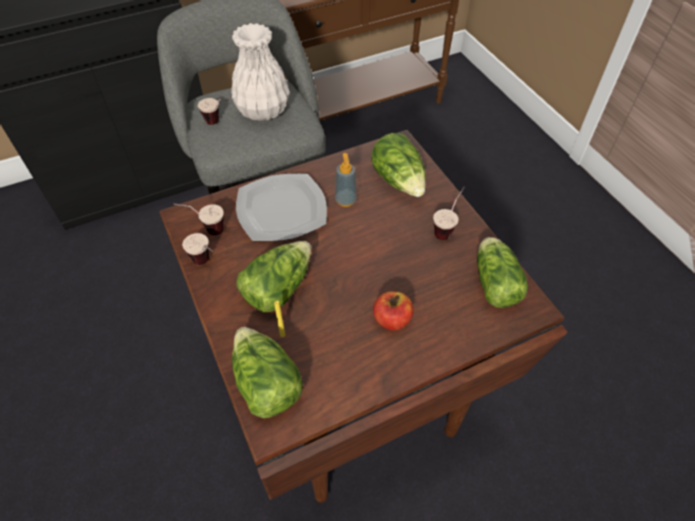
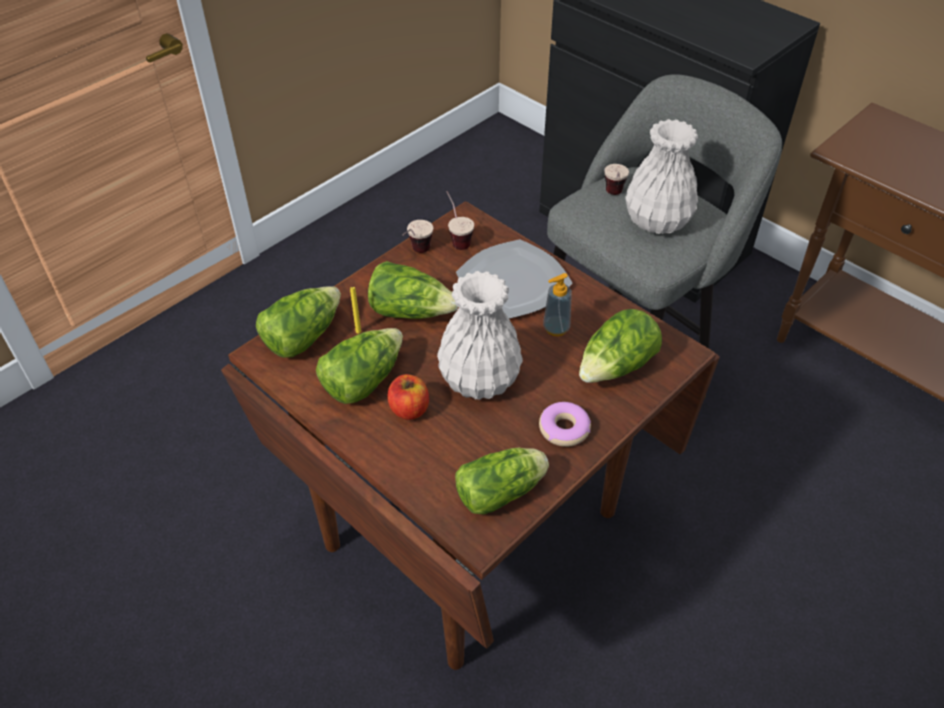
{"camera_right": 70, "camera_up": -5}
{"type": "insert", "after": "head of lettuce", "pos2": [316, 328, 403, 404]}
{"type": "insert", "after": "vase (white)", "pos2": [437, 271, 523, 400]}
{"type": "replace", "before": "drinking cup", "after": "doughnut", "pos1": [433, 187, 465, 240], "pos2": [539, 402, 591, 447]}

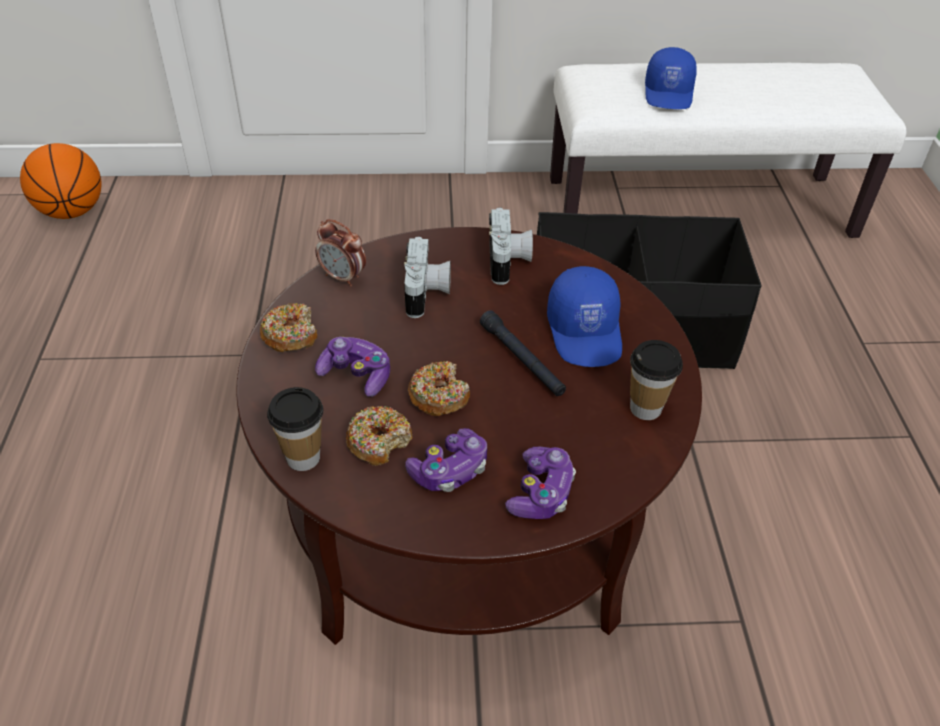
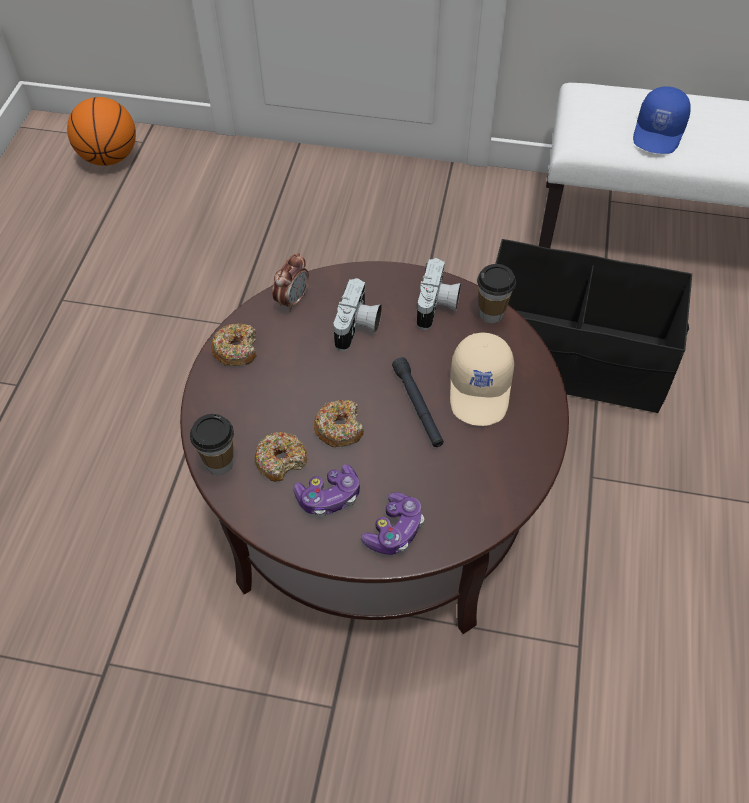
{"camera_right": 15, "camera_up": 10}
{"type": "rotate", "before": "bedside clock", "pos1": [315, 219, 366, 287], "pos2": [272, 253, 309, 312], "turn": -105}
{"type": "recolor", "before": "peaked cap (blue-coloured)", "after": "peaked cap (sand-coloured)", "pos1": [547, 266, 622, 367], "pos2": [450, 333, 514, 426]}
{"type": "move", "before": "drinking cup", "pos1": [630, 340, 683, 420], "pos2": [477, 264, 516, 323]}
{"type": "delete", "before": "gamepad", "pos1": [315, 337, 390, 397]}

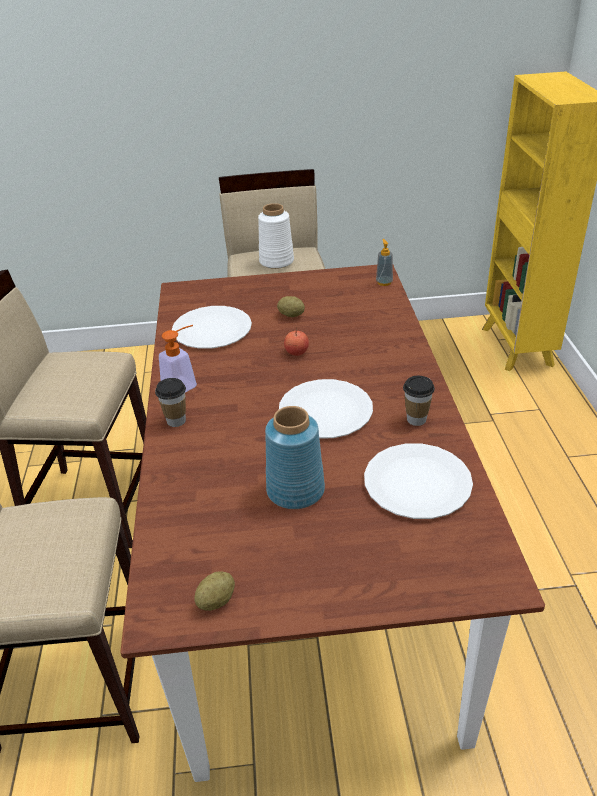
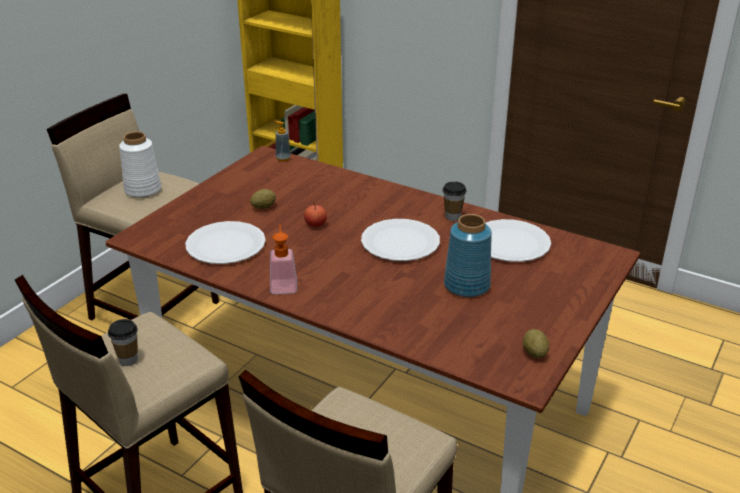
{"camera_right": -55, "camera_up": -5}
{"type": "move", "before": "drinking cup", "pos1": [155, 378, 186, 427], "pos2": [108, 319, 138, 366]}

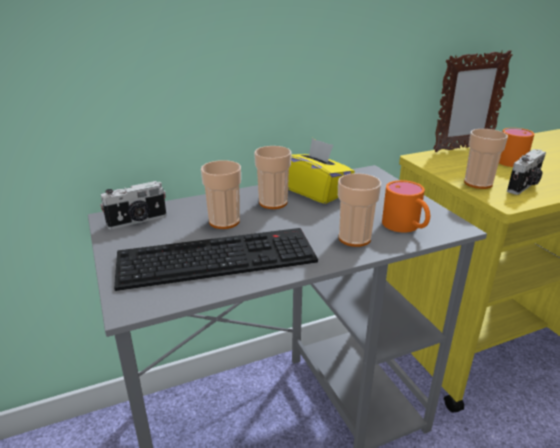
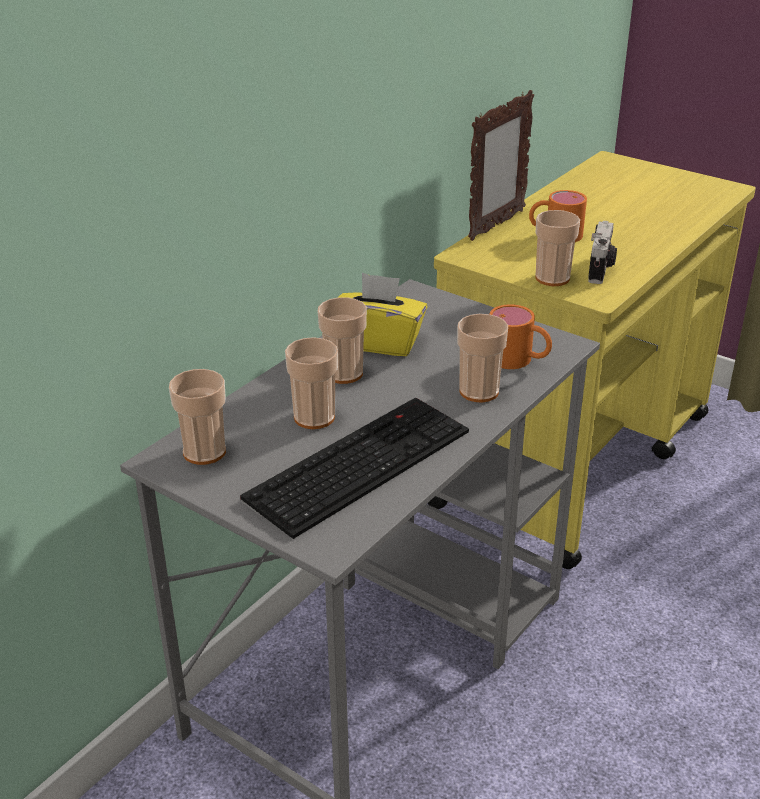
{"camera_right": -30, "camera_up": 5}
{"type": "replace", "before": "still camera", "after": "drinking cup", "pos1": [100, 181, 167, 229], "pos2": [169, 369, 226, 465]}

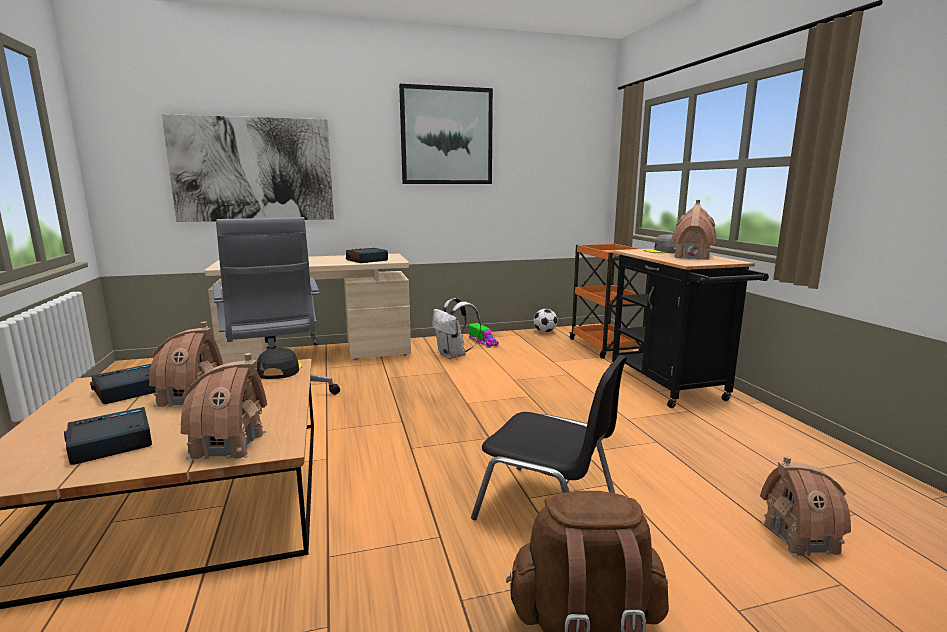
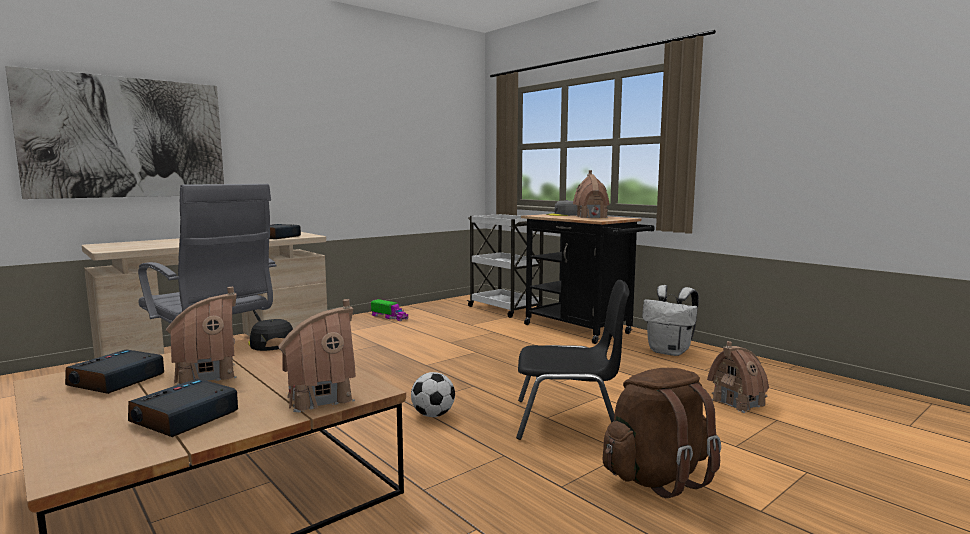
{"camera_right": -25, "camera_up": -5}
{"type": "move", "before": "football ball", "pos1": [534, 309, 558, 333], "pos2": [411, 372, 455, 417]}
{"type": "recolor", "before": "wheeled cart (orange)", "after": "wheeled cart (white)", "pos1": [569, 243, 650, 359], "pos2": [467, 214, 544, 318]}
{"type": "move", "before": "backpack (white)", "pos1": [432, 298, 481, 359], "pos2": [642, 285, 699, 356]}
{"type": "delete", "before": "wall art", "pos1": [399, 84, 493, 184]}

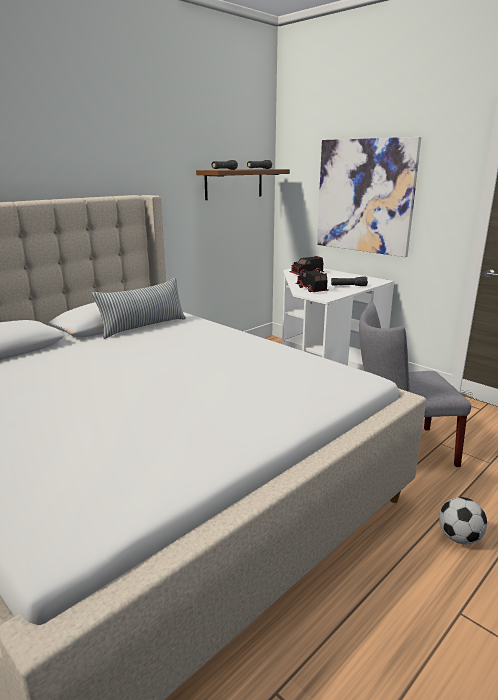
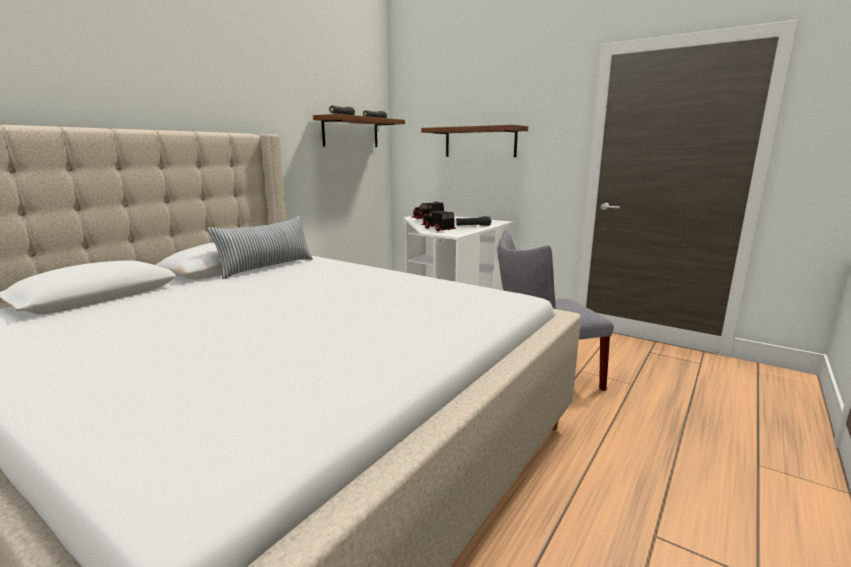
{"camera_right": -10, "camera_up": -5}
{"type": "replace", "before": "wall art", "after": "bracket shelf (brownish)", "pos1": [317, 137, 421, 257], "pos2": [421, 125, 528, 157]}
{"type": "delete", "before": "football ball", "pos1": [439, 497, 487, 544]}

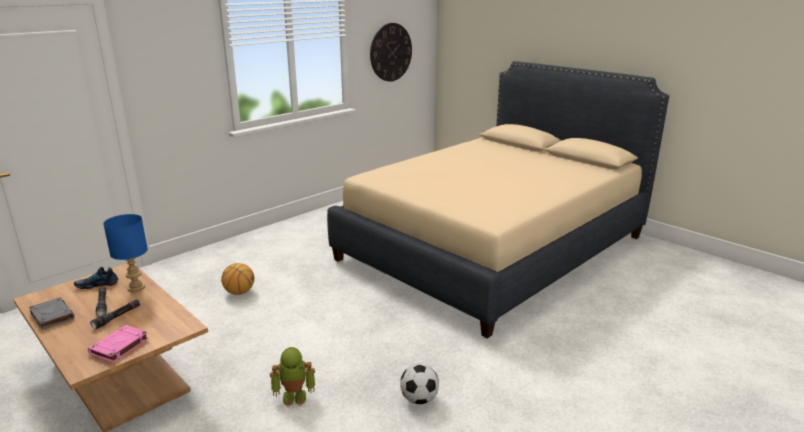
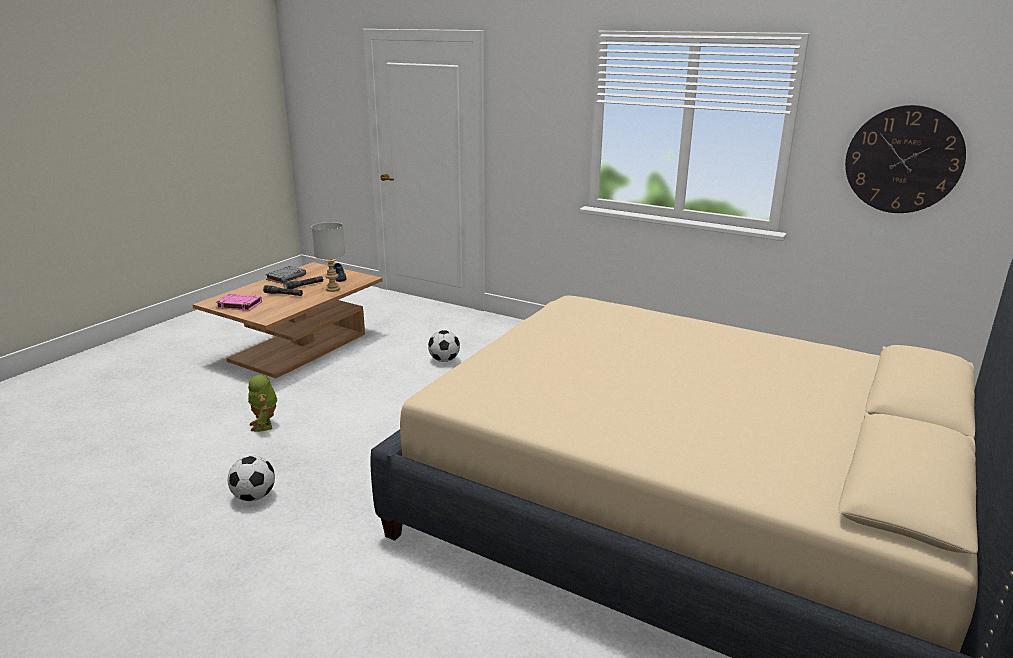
{"camera_right": 75, "camera_up": 0}
{"type": "recolor", "before": "lamp for a table (blue-coloured)", "after": "lamp for a table (greyish)", "pos1": [103, 214, 148, 292], "pos2": [312, 222, 345, 292]}
{"type": "replace", "before": "basketball ball", "after": "football ball", "pos1": [221, 263, 254, 295], "pos2": [428, 330, 460, 362]}

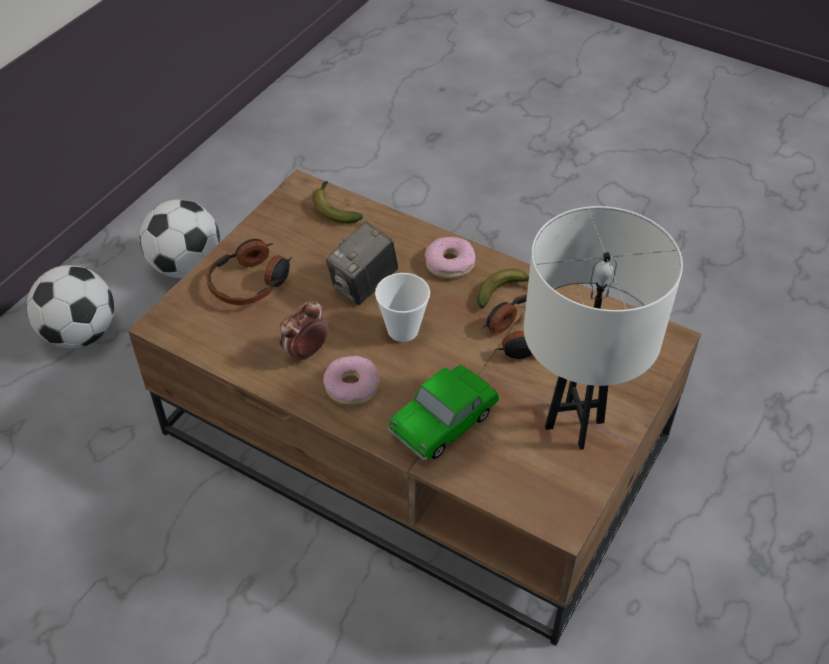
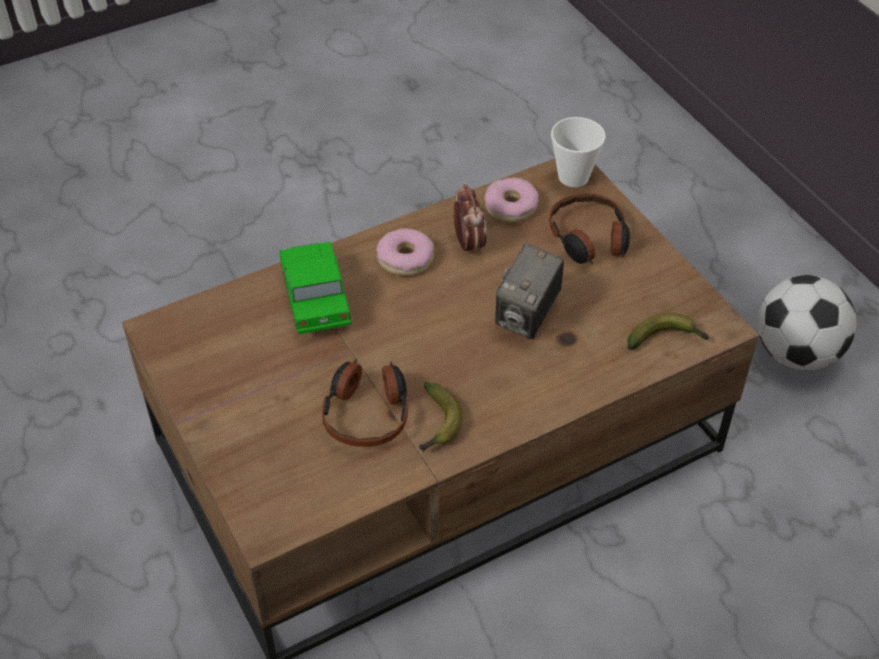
{"camera_right": 120, "camera_up": 0}
{"type": "move", "before": "doughnut", "pos1": [425, 237, 476, 279], "pos2": [484, 177, 539, 222]}
{"type": "rotate", "before": "still camera", "pos1": [326, 221, 398, 305], "pos2": [495, 243, 564, 339], "turn": -135}
{"type": "move", "before": "drinking cup", "pos1": [375, 273, 430, 342], "pos2": [551, 117, 606, 187]}
{"type": "delete", "before": "football ball", "pos1": [26, 265, 114, 348]}
{"type": "delete", "before": "lamp for a table (white)", "pos1": [524, 206, 683, 450]}

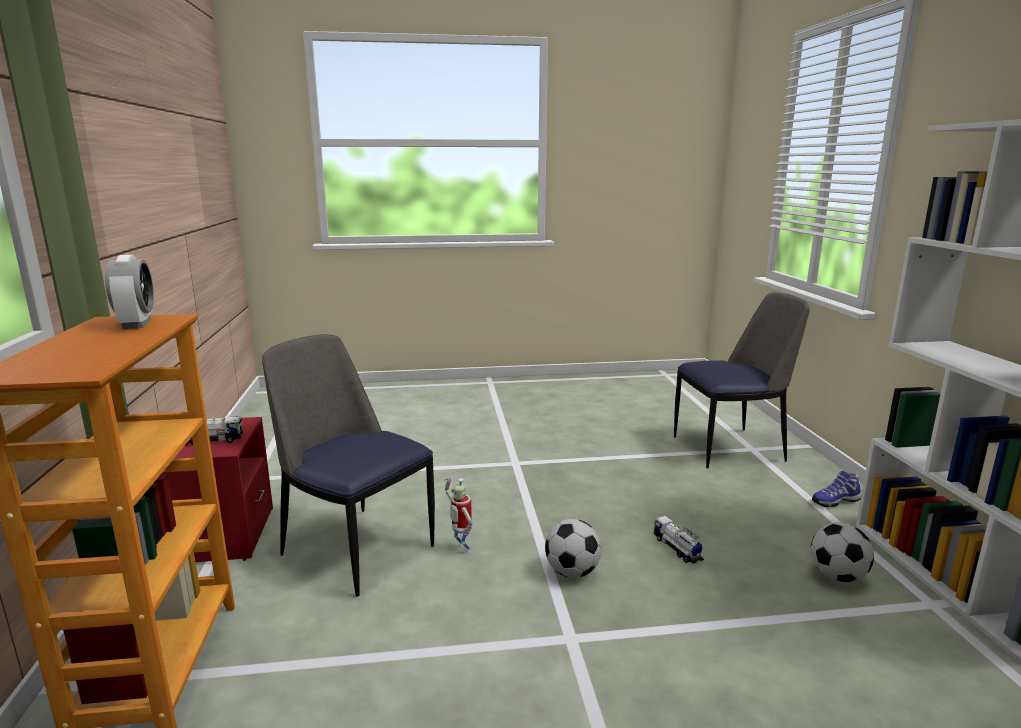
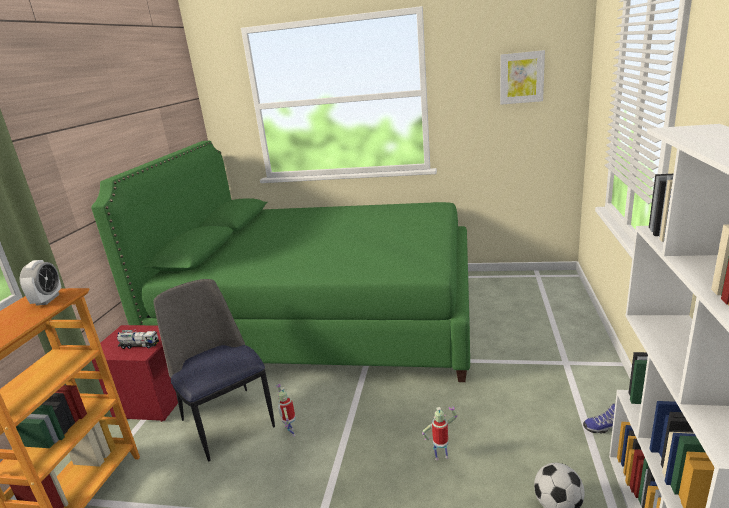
{"camera_right": 20, "camera_up": 5}
{"type": "insert", "after": "bedroom bed (green)", "pos2": [91, 141, 470, 382]}
{"type": "replace", "before": "toy lorry", "after": "robot figure", "pos1": [654, 516, 704, 563], "pos2": [422, 406, 457, 461]}
{"type": "insert", "after": "wall art", "pos2": [500, 50, 545, 105]}
{"type": "delete", "before": "football ball", "pos1": [545, 519, 601, 578]}
{"type": "delete", "before": "chair", "pos1": [674, 292, 809, 469]}

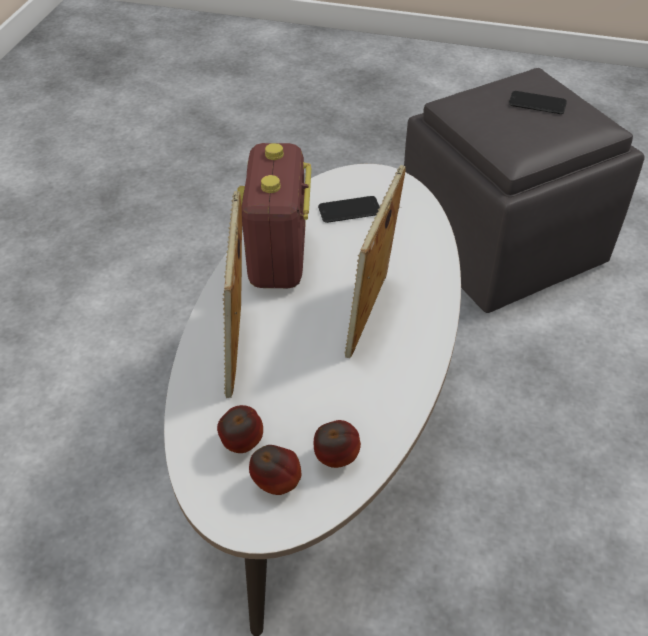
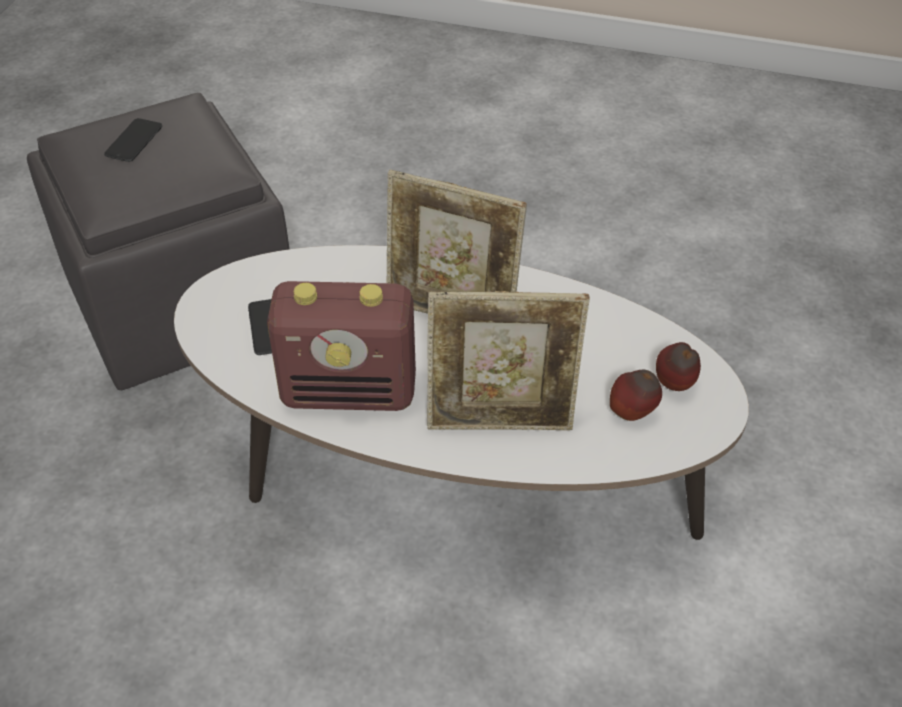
{"camera_right": -90, "camera_up": 0}
{"type": "delete", "before": "apple fruit", "pos1": [314, 420, 361, 468]}

